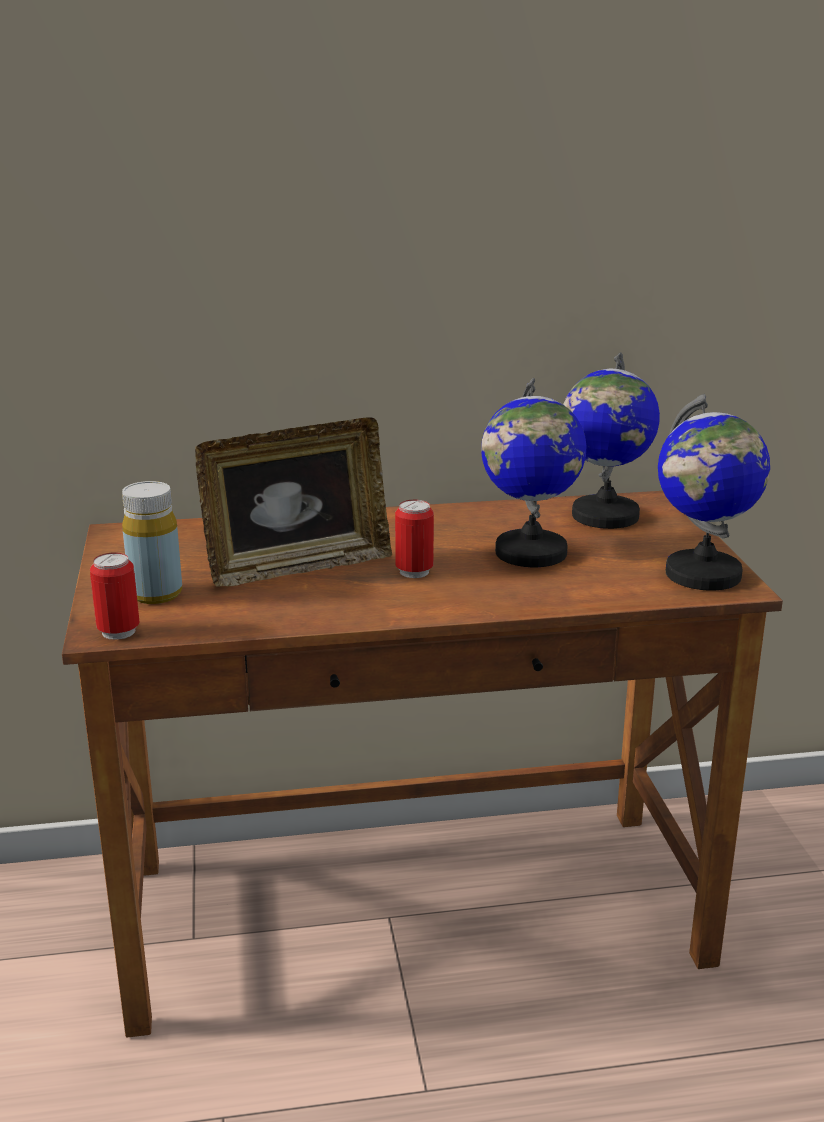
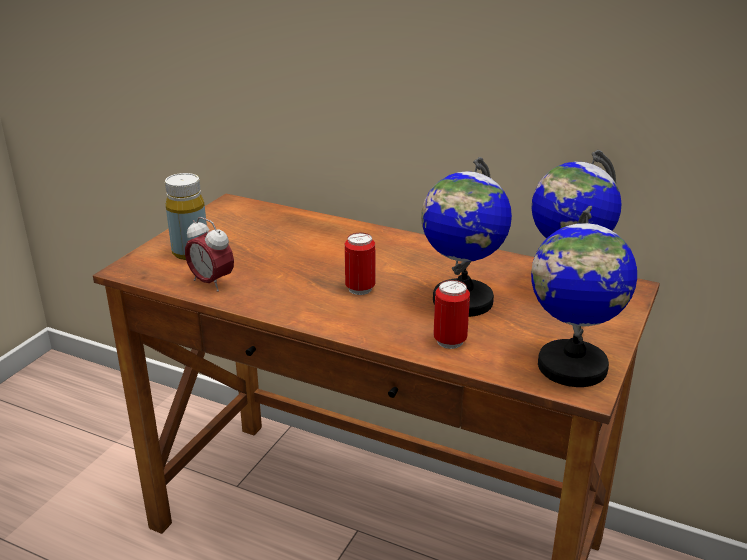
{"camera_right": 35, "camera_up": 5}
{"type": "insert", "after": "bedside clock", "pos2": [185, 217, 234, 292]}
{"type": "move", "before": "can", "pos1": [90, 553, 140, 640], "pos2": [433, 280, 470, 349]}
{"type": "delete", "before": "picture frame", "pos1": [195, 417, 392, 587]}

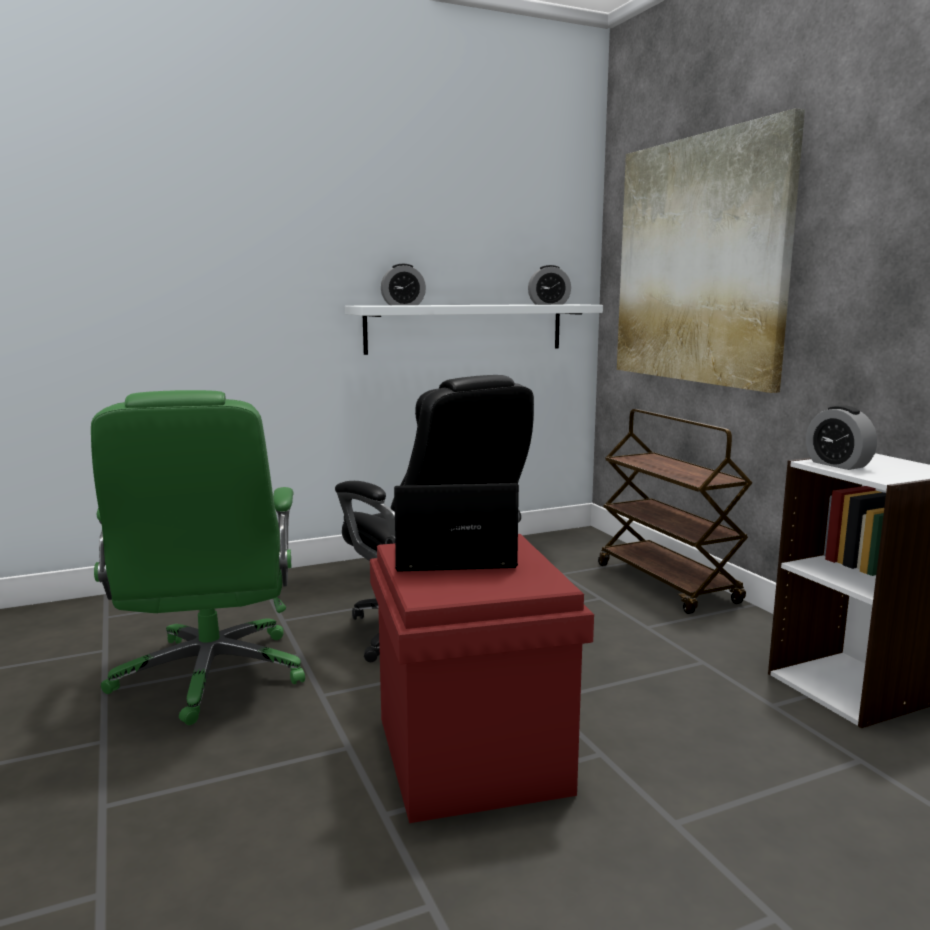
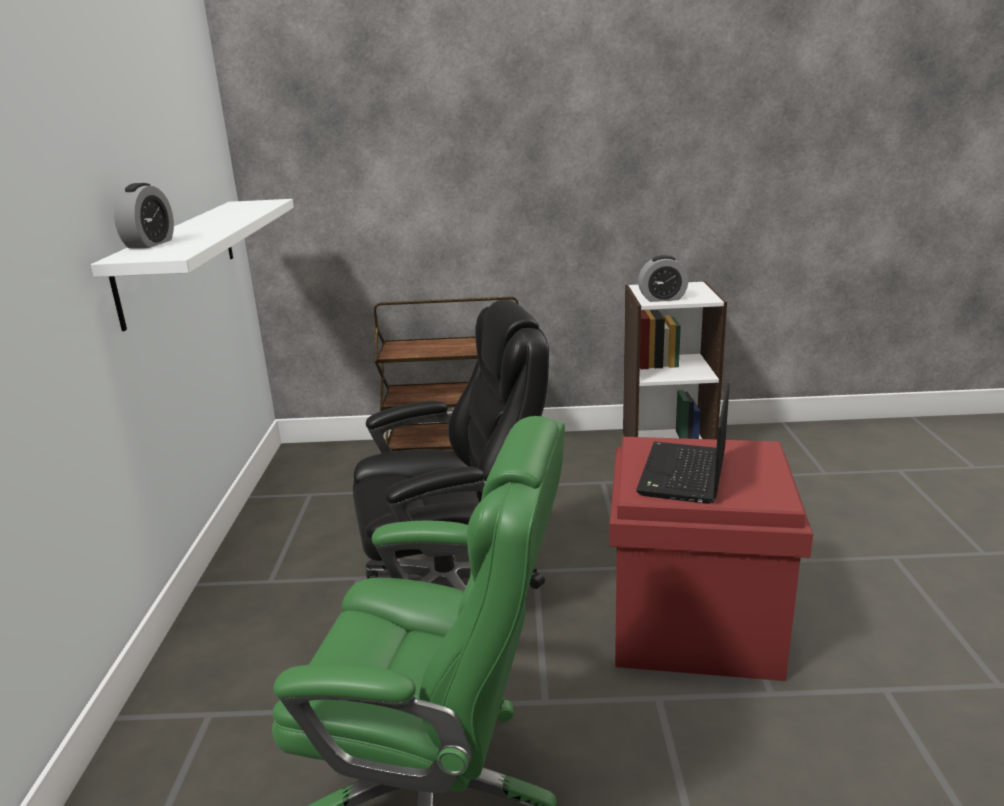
{"camera_right": -65, "camera_up": 10}
{"type": "delete", "before": "bedside clock", "pos1": [528, 265, 571, 305]}
{"type": "delete", "before": "wall art", "pos1": [617, 108, 805, 393]}

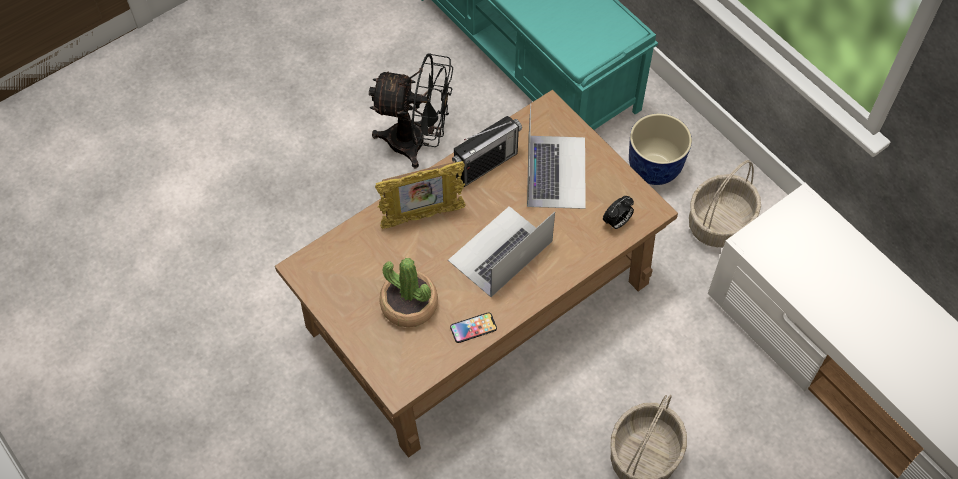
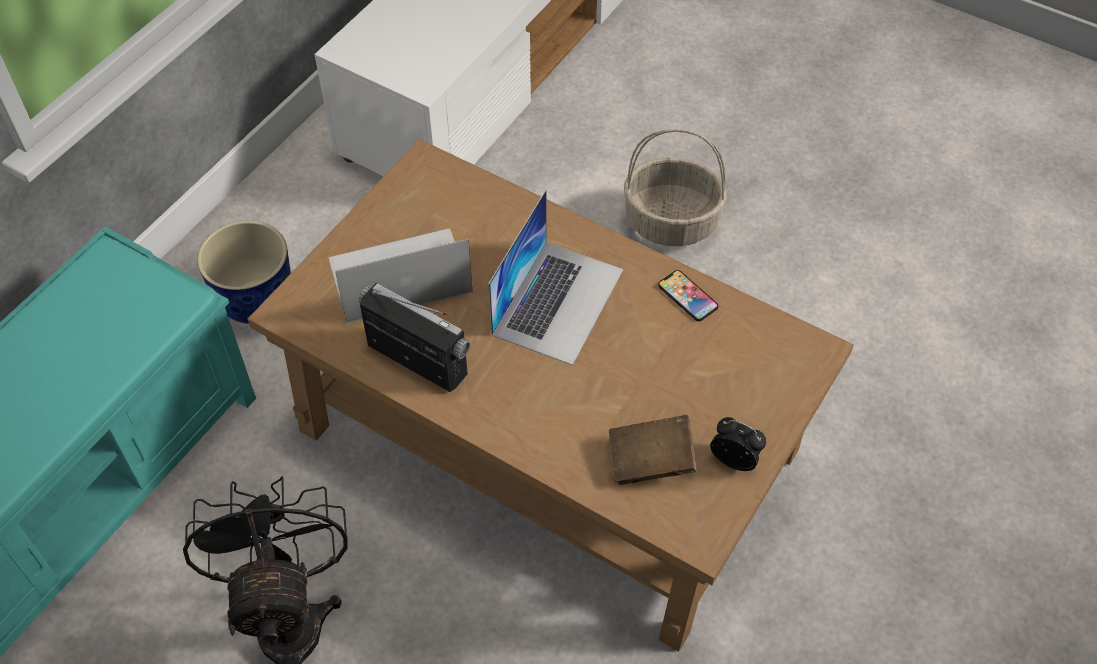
{"camera_right": -110, "camera_up": -5}
{"type": "rotate", "before": "notebook computer", "pos1": [448, 206, 555, 297], "pos2": [488, 190, 623, 366], "turn": -90}
{"type": "insert", "after": "book (brownish)", "pos2": [609, 415, 697, 485]}
{"type": "move", "before": "bedside clock", "pos1": [603, 196, 634, 229], "pos2": [710, 417, 766, 471]}
{"type": "delete", "before": "picture frame", "pos1": [375, 161, 465, 229]}
{"type": "delete", "before": "potted plant", "pos1": [379, 258, 438, 327]}
{"type": "delete", "before": "household basket", "pos1": [689, 160, 761, 247]}

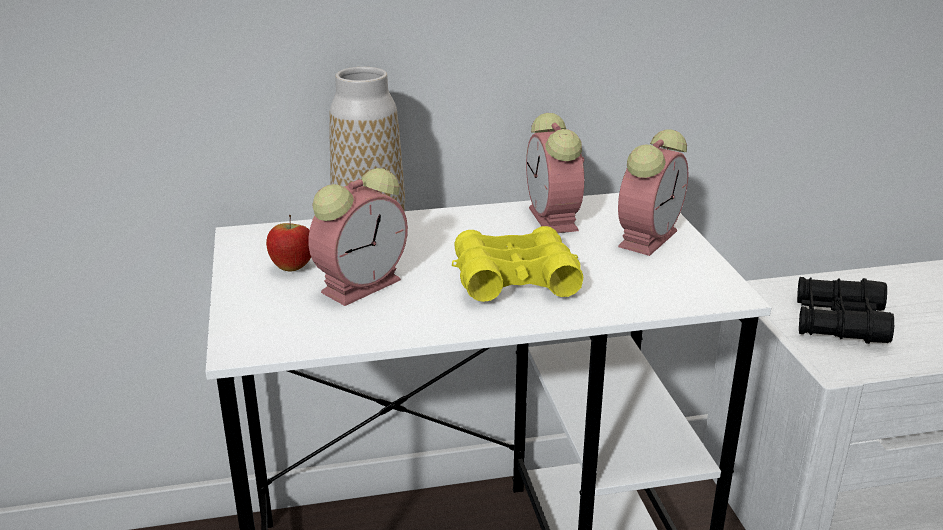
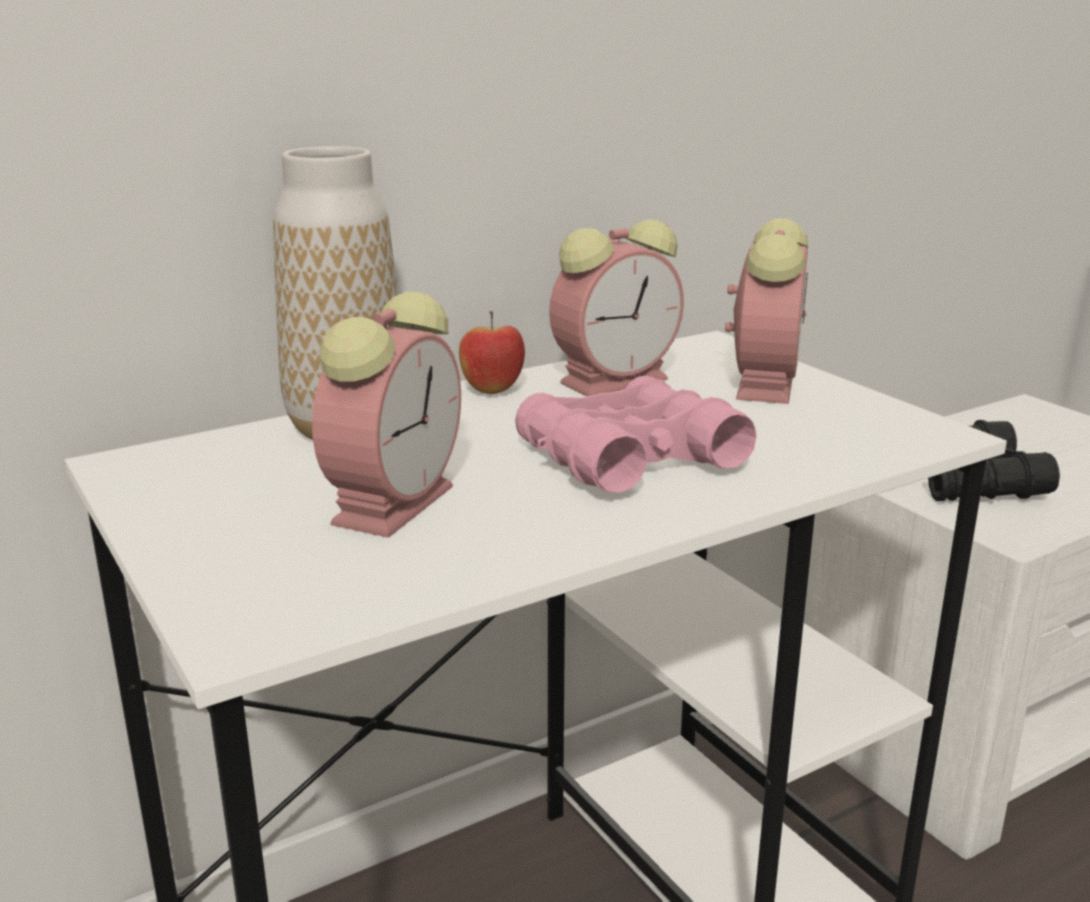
{"camera_right": -20, "camera_up": -5}
{"type": "move", "before": "apple fruit", "pos1": [266, 214, 311, 271], "pos2": [459, 311, 525, 394]}
{"type": "recolor", "before": "binoculars (yellowish)", "after": "binoculars (pink)", "pos1": [452, 226, 583, 302], "pos2": [515, 376, 757, 493]}
{"type": "rotate", "before": "bedside clock", "pos1": [526, 113, 584, 233], "pos2": [549, 219, 684, 397], "turn": -90}

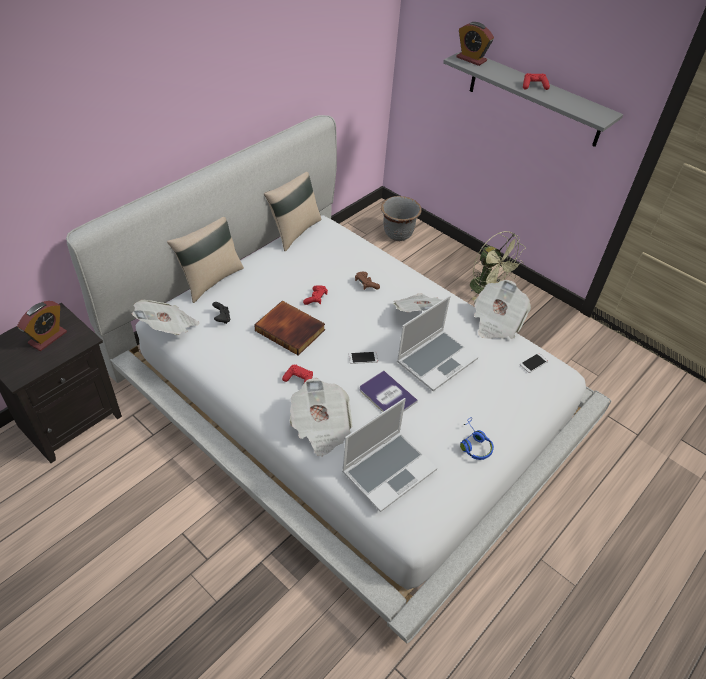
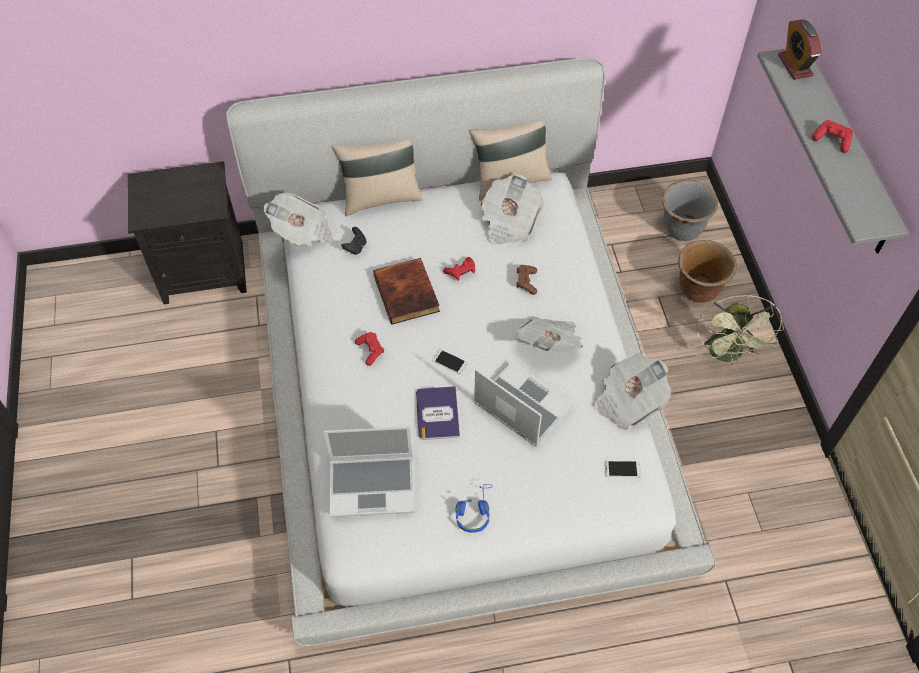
{"camera_right": 40, "camera_up": 10}
{"type": "rotate", "before": "notebook computer", "pos1": [397, 296, 478, 391], "pos2": [474, 362, 573, 447], "turn": -135}
{"type": "move", "before": "printed paper", "pos1": [290, 378, 352, 457], "pos2": [481, 174, 544, 244]}
{"type": "insert", "after": "planter (brownish)", "pos2": [678, 240, 737, 303]}
{"type": "delete", "before": "bedside clock", "pos1": [17, 301, 67, 351]}

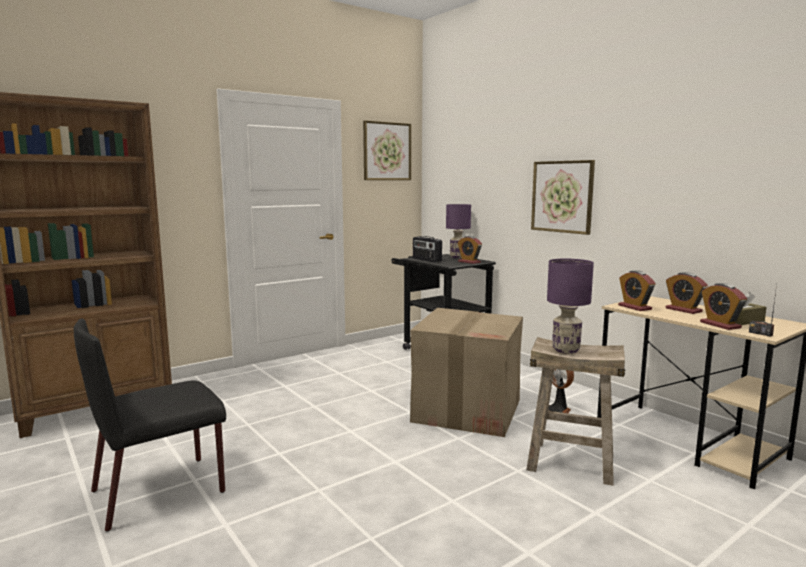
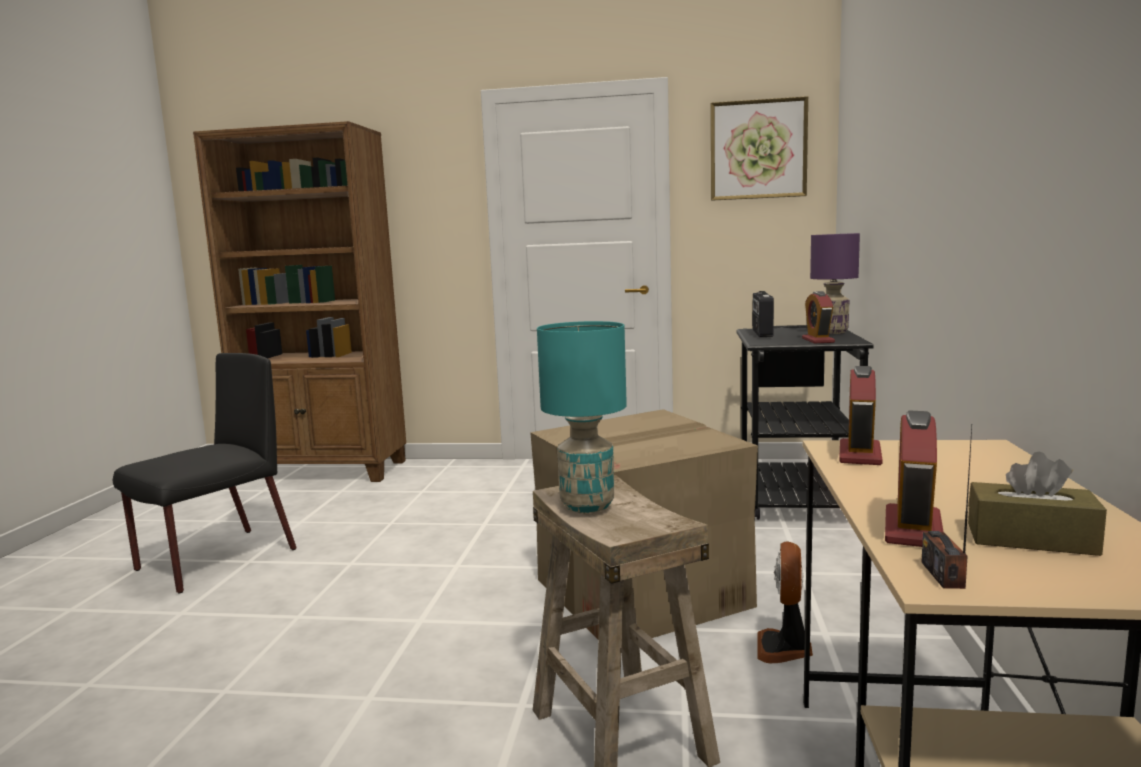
{"camera_right": 45, "camera_up": 0}
{"type": "rotate", "before": "chair (blackish)", "pos1": [74, 319, 226, 532], "pos2": [113, 353, 297, 594], "turn": 120}
{"type": "recolor", "before": "lamp for a table (purplish)", "after": "lamp for a table (blue-green)", "pos1": [547, 259, 594, 354], "pos2": [537, 321, 627, 513]}
{"type": "delete", "before": "wall art", "pos1": [531, 160, 595, 235]}
{"type": "delete", "before": "bedside clock", "pos1": [666, 272, 708, 314]}

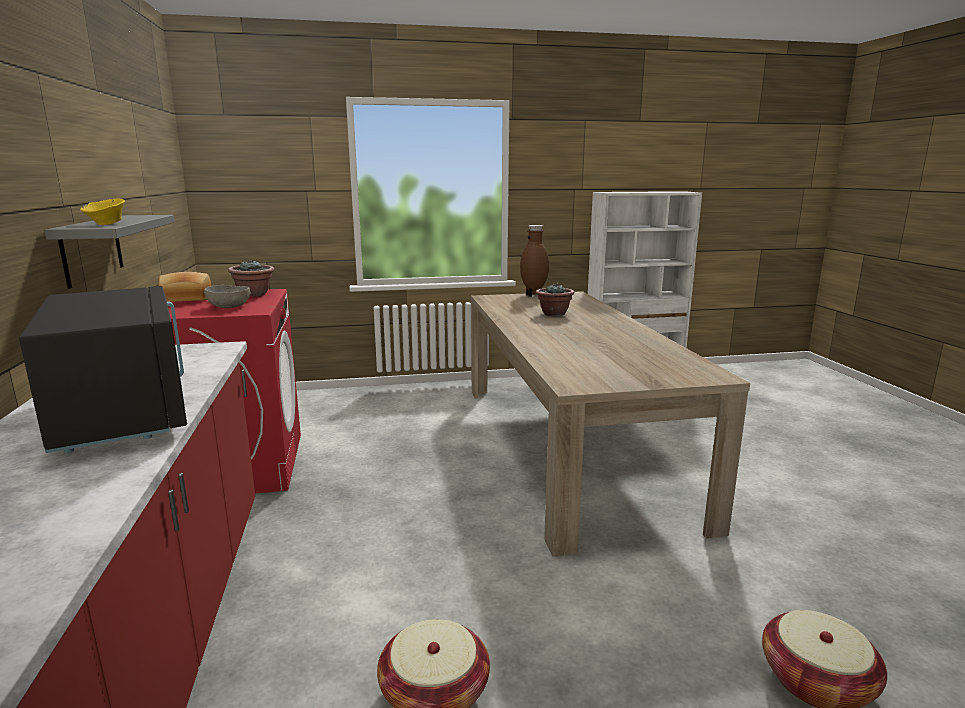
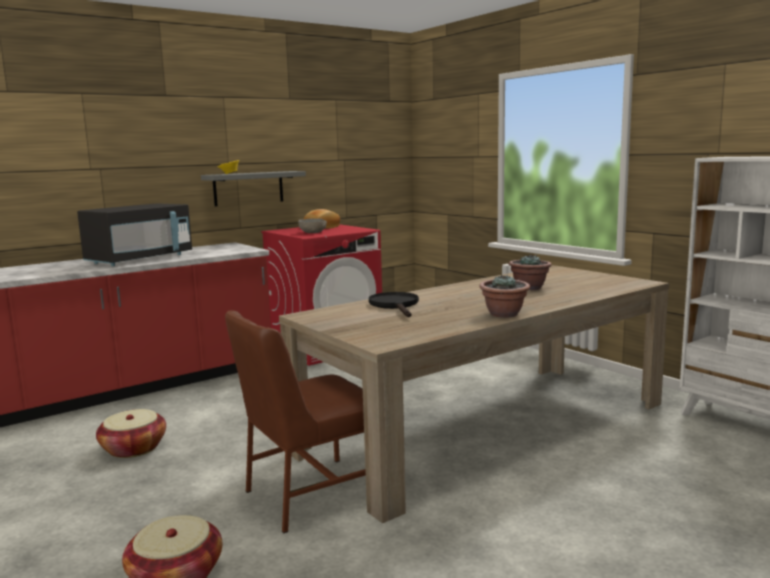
{"camera_right": 65, "camera_up": -5}
{"type": "insert", "after": "chair (brownish)", "pos2": [225, 310, 366, 533]}
{"type": "insert", "after": "frying pan (blackish)", "pos2": [369, 292, 419, 317]}
{"type": "move", "before": "potted plant", "pos1": [228, 260, 274, 297], "pos2": [479, 275, 530, 318]}
{"type": "delete", "before": "vase (brownish)", "pos1": [520, 225, 549, 297]}

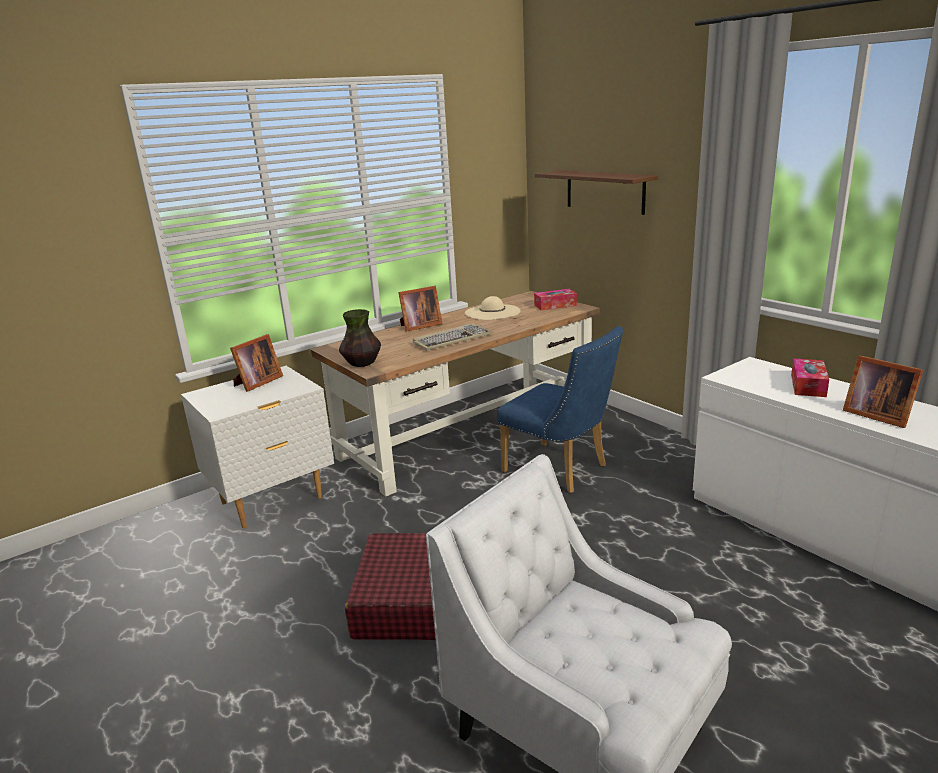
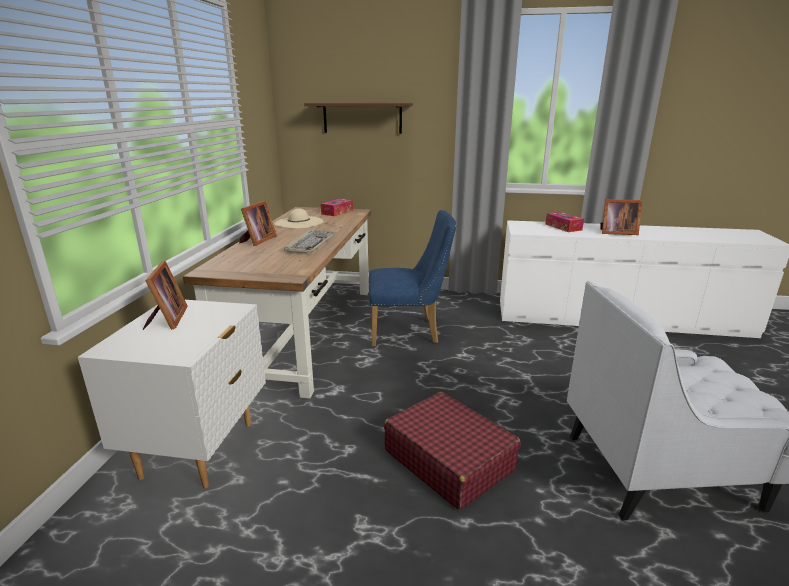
{"camera_right": -45, "camera_up": 0}
{"type": "delete", "before": "vase", "pos1": [339, 309, 381, 367]}

